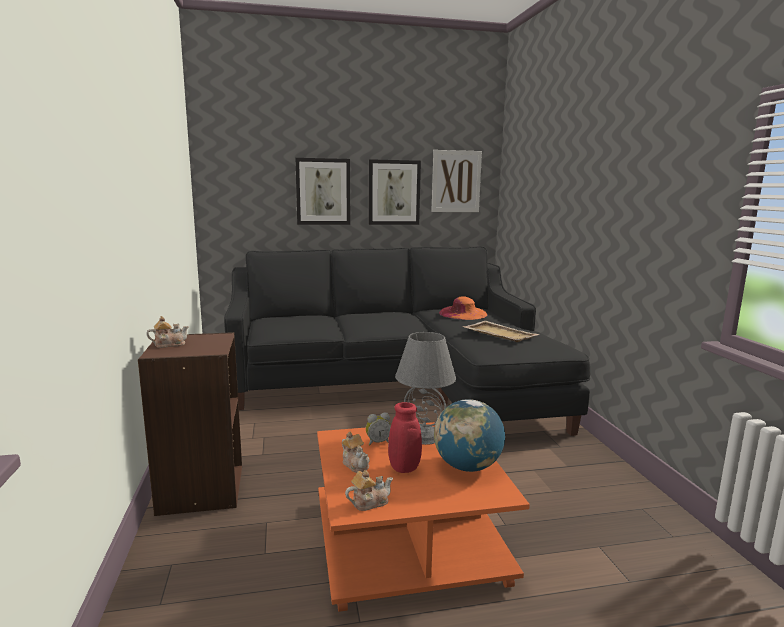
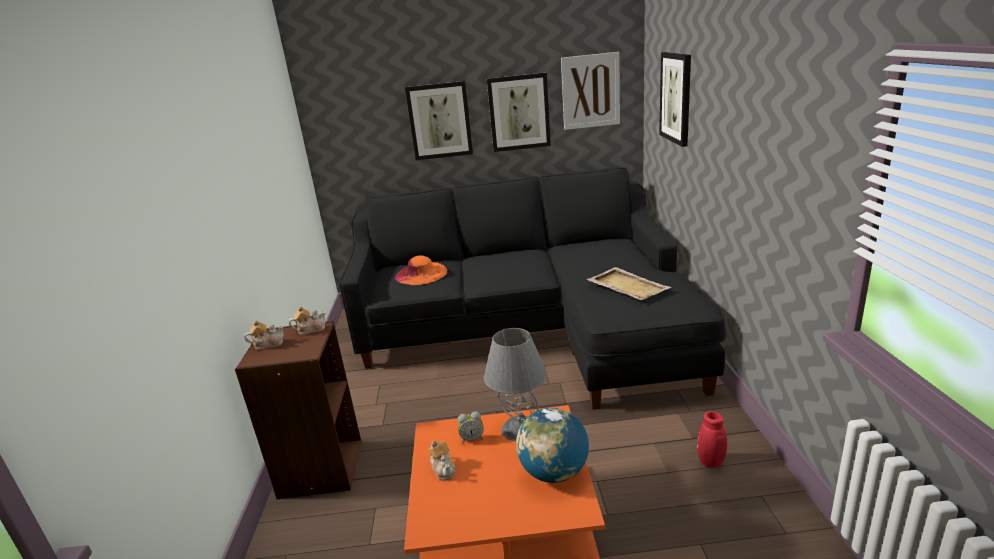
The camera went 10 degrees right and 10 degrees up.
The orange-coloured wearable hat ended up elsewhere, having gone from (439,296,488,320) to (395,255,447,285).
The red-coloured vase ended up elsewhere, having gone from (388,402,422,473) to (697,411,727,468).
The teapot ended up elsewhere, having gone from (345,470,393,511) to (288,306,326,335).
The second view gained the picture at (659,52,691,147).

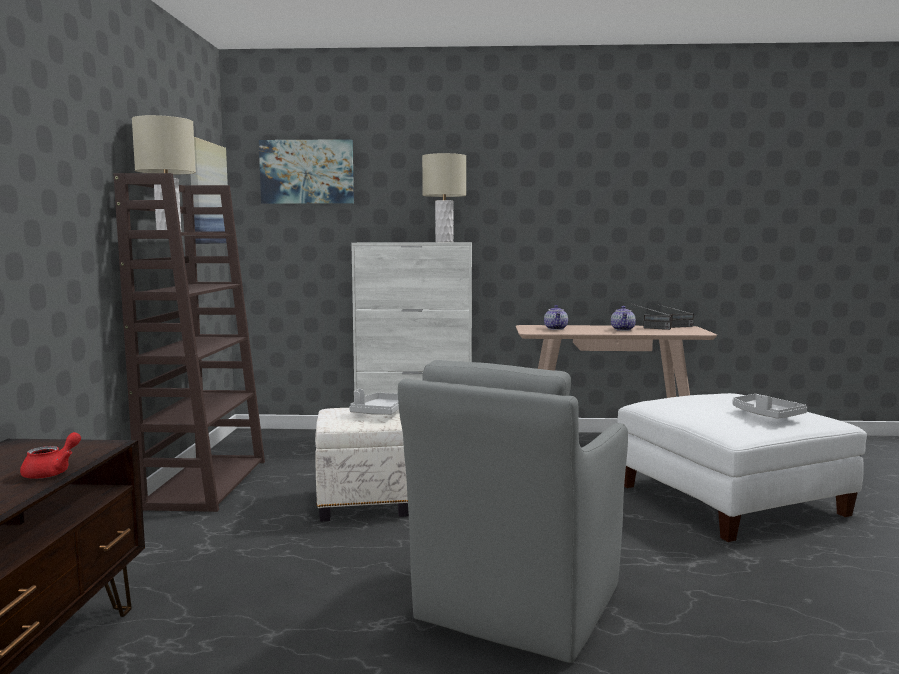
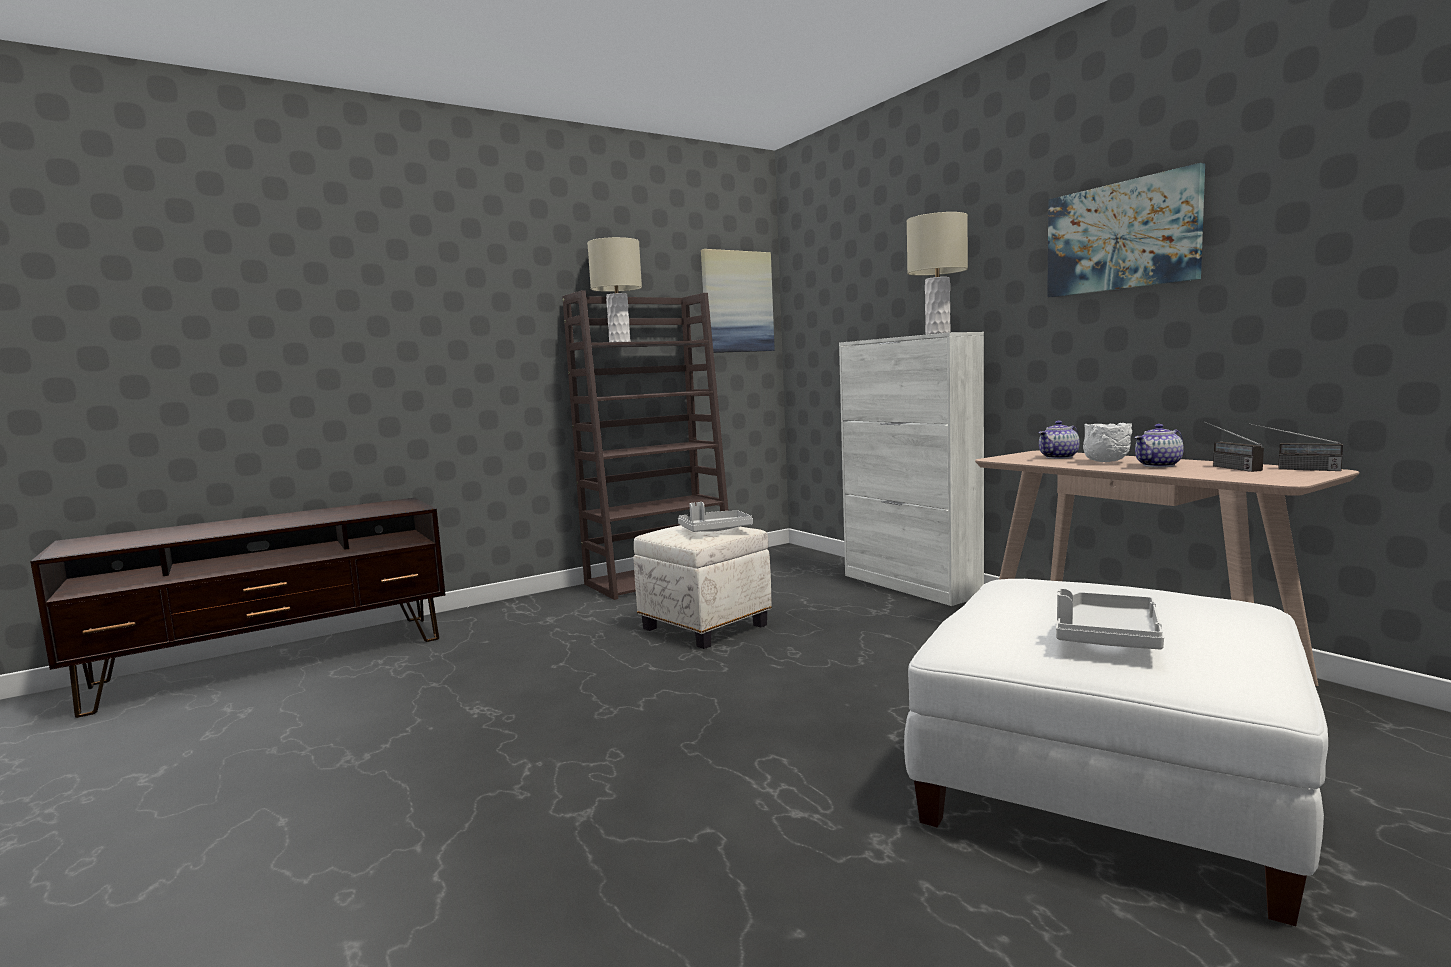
The camera went 55 degrees right and 0 degrees up.
The picture ended up elsewhere, having gone from (259,139,354,204) to (1047,163,1205,297).
The second view lost the gray easy chair at (398,360,628,663).
The second view lost the red-coloured teapot at (20,432,81,479).
The second view gained the whitish serving bowl at (1083,423,1132,462).

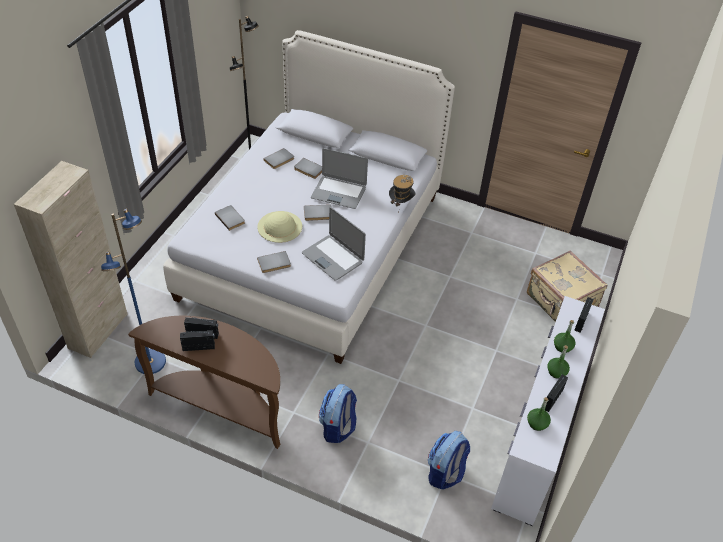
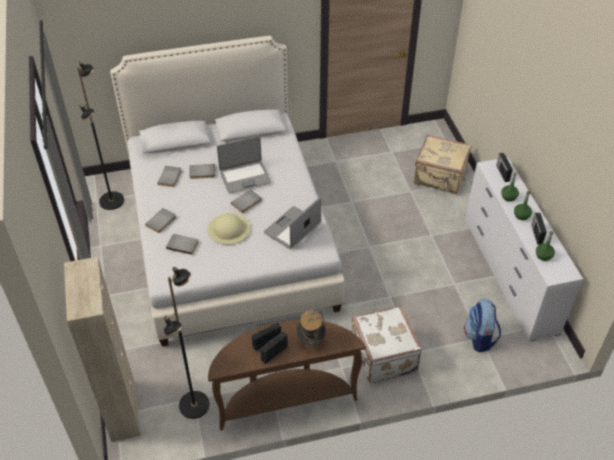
The camera went 35 degrees left and 0 degrees up.
The wearable hat ended up elsewhere, having gone from (389,175,416,213) to (297,310,326,348).
The portable computer at (302,207,366,280) ended up facing another way, 120 degrees clockwise from before.
What was the blue-coloured floor lamp at (101,209,166,374) turned into the black-coloured floor lamp at (164,267,210,419).
The gray volume ended up elsewhere, having gone from (257,251,291,273) to (145,208,176,233).
Where the rucksack stood at (319,384,357,443), the whitish travel case came to stand at (352,305,422,383).

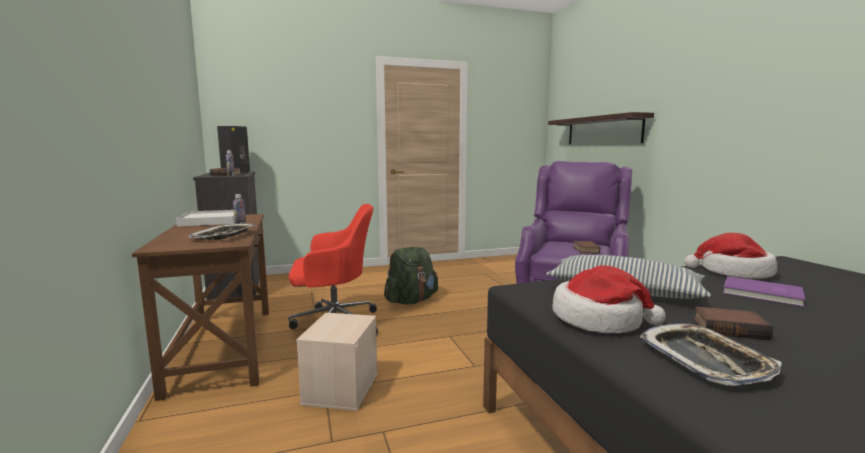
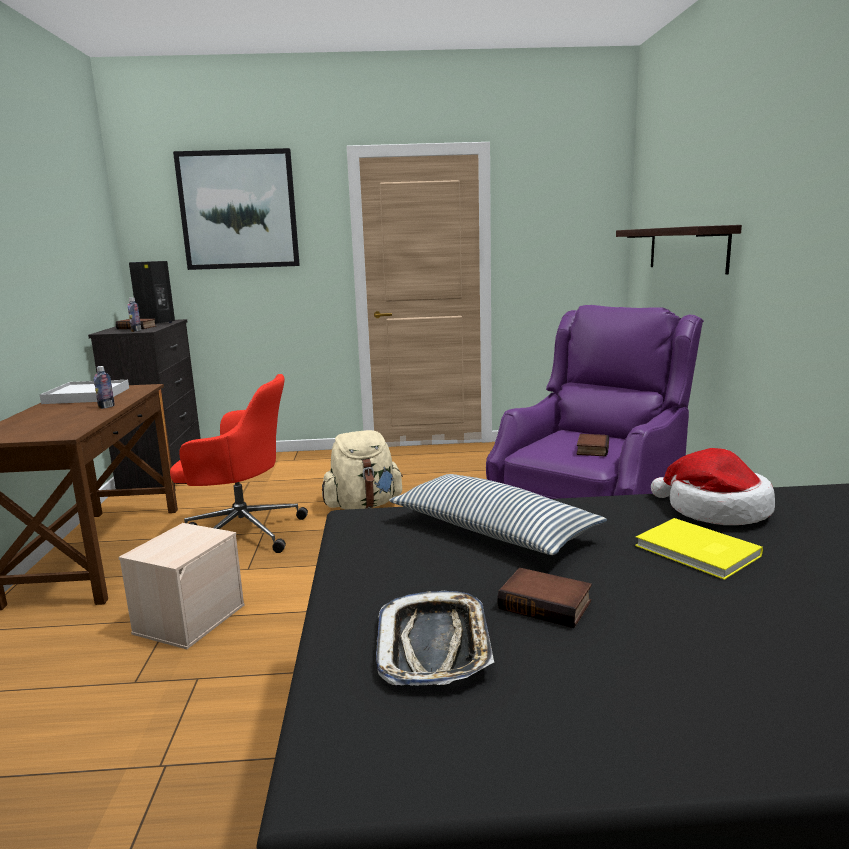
The camera went 15 degrees right and 5 degrees up.
The second view lost the tray at (188,223,256,240).
What was the green-coloured rucksack at (384,247,438,305) turned into the beige-coloured rucksack at (322,430,403,510).
The second view lost the wearable hat at (552,265,666,333).
What was the purple-coloured volume at (723,276,805,307) turned into the yellow volume at (635,518,763,580).
The second view gained the picture at (173,148,300,270).

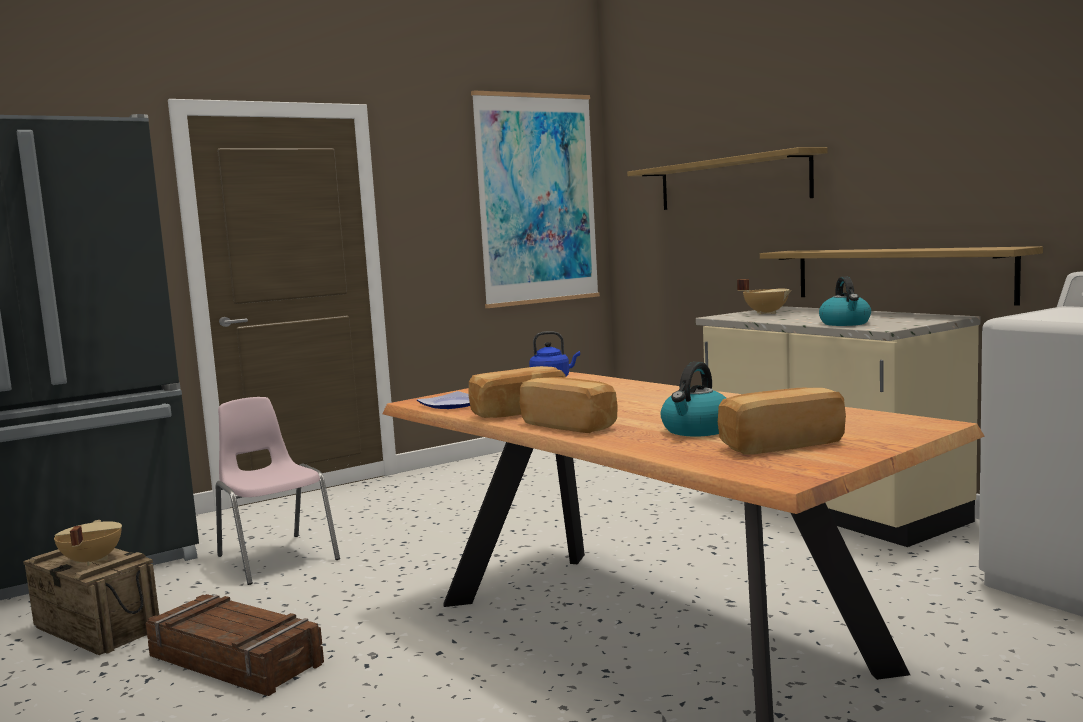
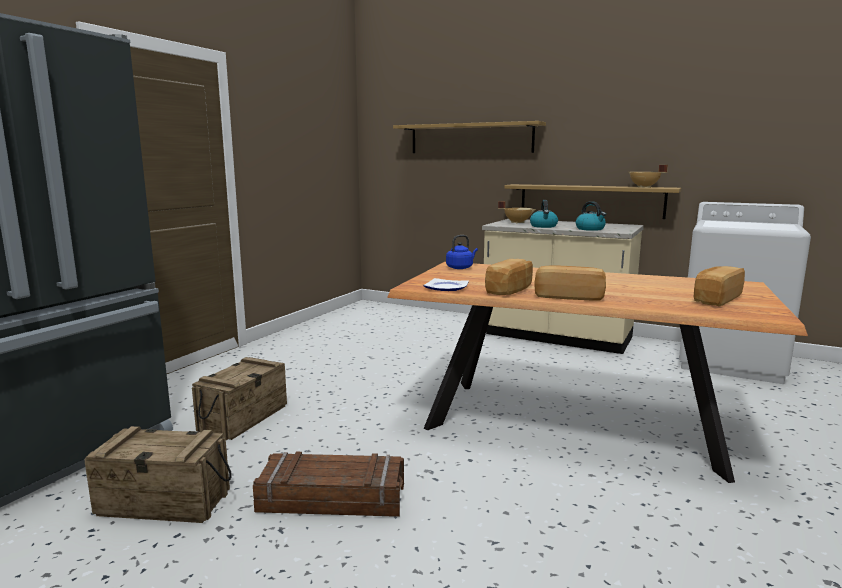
The camera went 30 degrees left and 5 degrees up.
The second view lost the picture at (471,90,600,308).
The water kettle ended up elsewhere, having gone from (661,362,726,437) to (530,200,558,228).
Where the pinkish chair stood at (216,397,340,585), the shipping crate came to stand at (192,357,287,440).
The beige-coloured saucepot ended up elsewhere, having gone from (54,520,122,566) to (628,165,668,188).

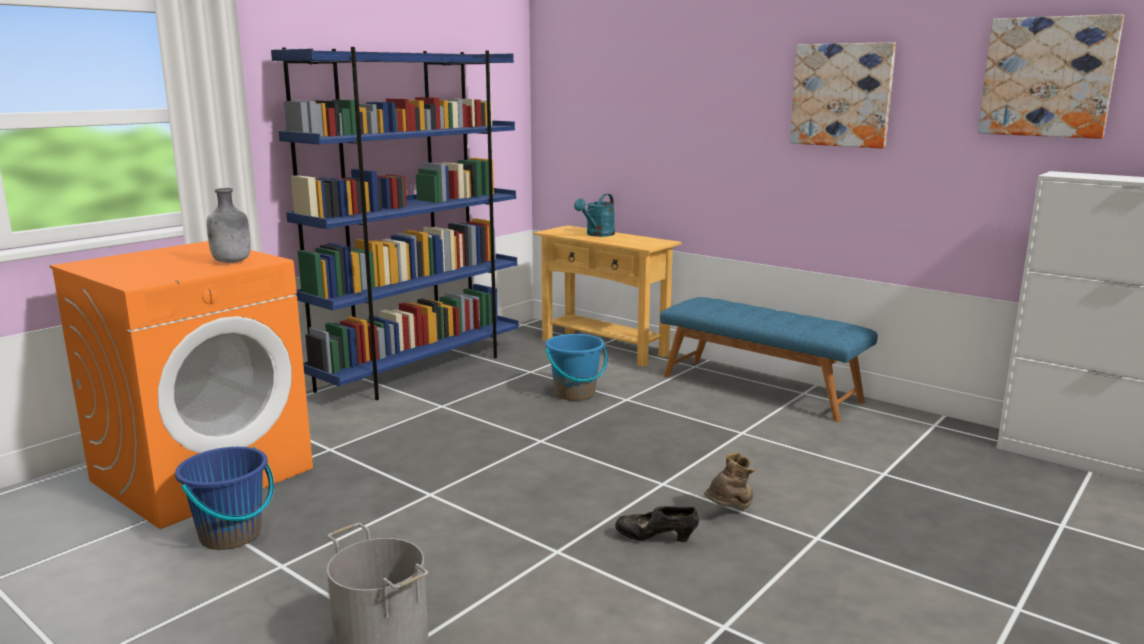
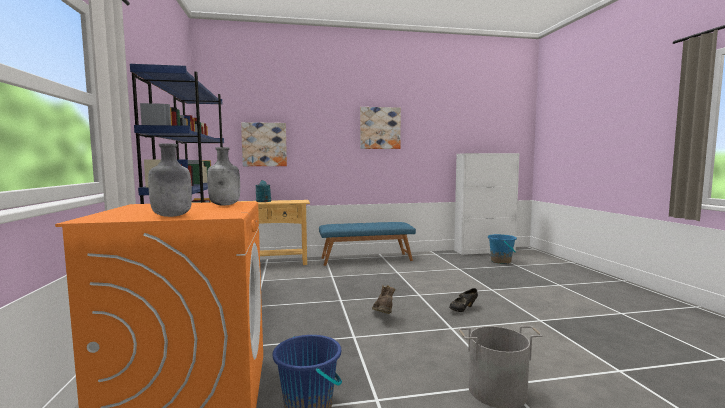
The camera went 50 degrees left and 10 degrees down.
The picture ended up elsewhere, having gone from (978,14,1124,139) to (241,122,287,166).
The blue-coloured pail ended up elsewhere, having gone from (545,334,608,401) to (488,234,517,264).
The brownish boot ended up elsewhere, having gone from (704,452,760,509) to (372,285,396,314).
The second view gained the gray drink bottle at (148,143,192,217).

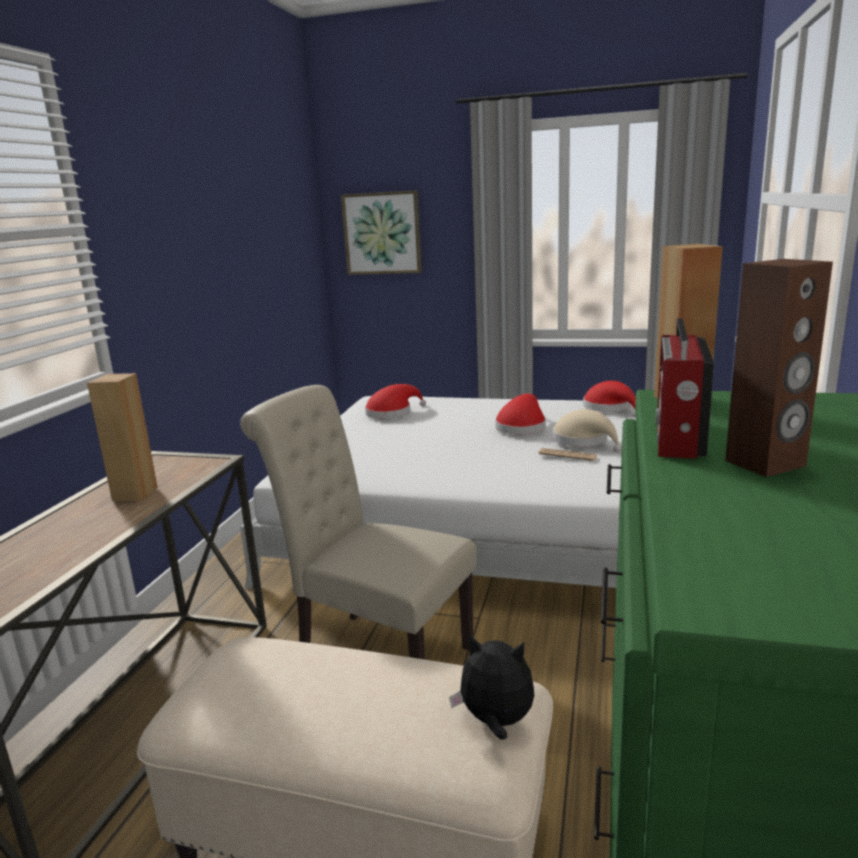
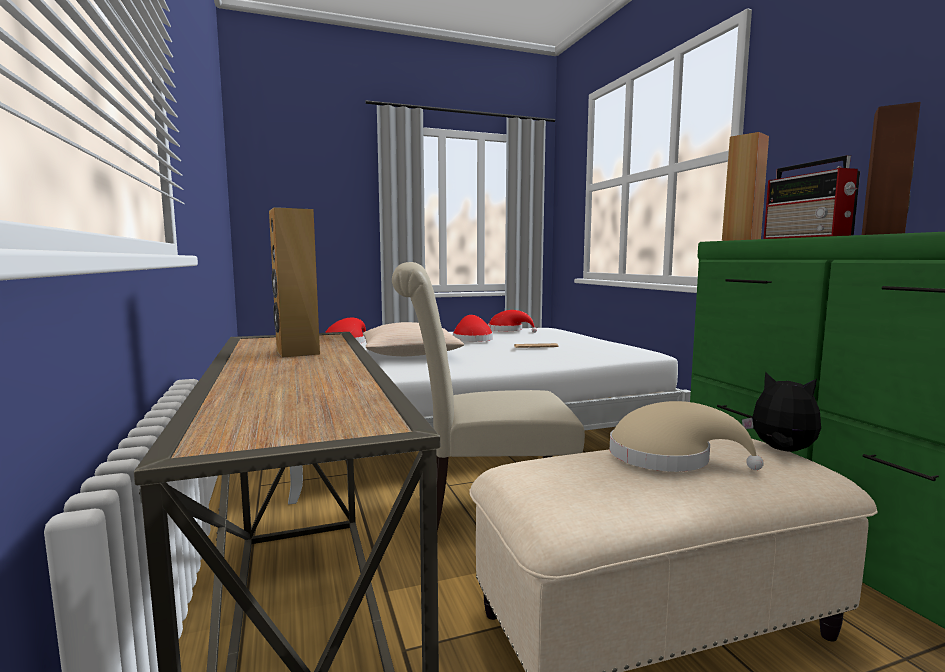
The camera went 35 degrees left and 10 degrees down.
The second view lost the picture at (341,190,422,275).
The beige-coloured wearable hat ended up elsewhere, having gone from (552,409,622,453) to (610,401,764,472).
The plush toy at (449,634,534,740) ended up facing another way, 60 degrees clockwise from before.
The second view gained the beige-coloured pillow at (363,322,464,356).

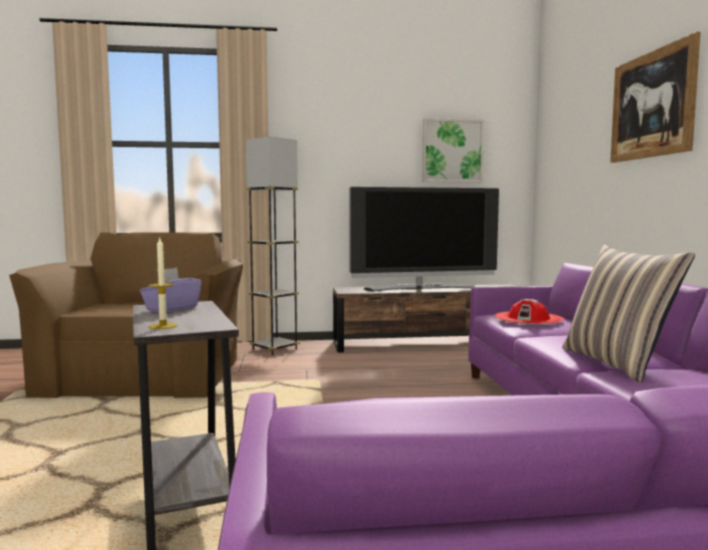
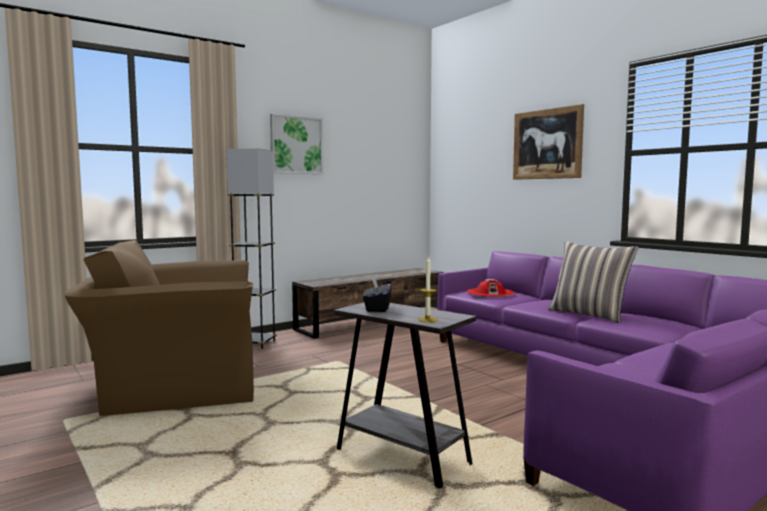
The camera went 30 degrees left and 0 degrees up.
The picture ended up elsewhere, having gone from (422,118,485,182) to (270,114,323,174).
The second view lost the television at (349,187,499,291).
The brownish easy chair at (9,232,243,398) ended up facing another way, 75 degrees counterclockwise from before.
What was the purple-coloured tissue holder at (140,267,202,312) turned into the black-coloured tissue holder at (363,277,391,312).

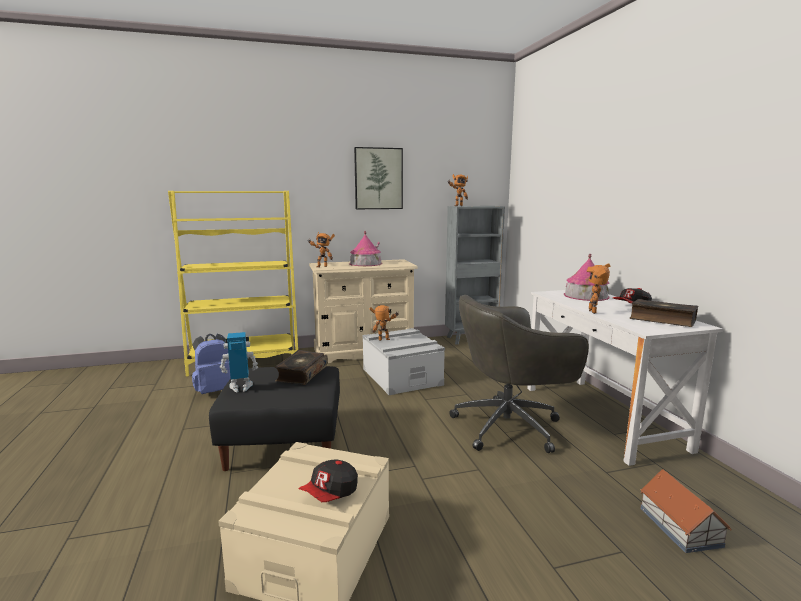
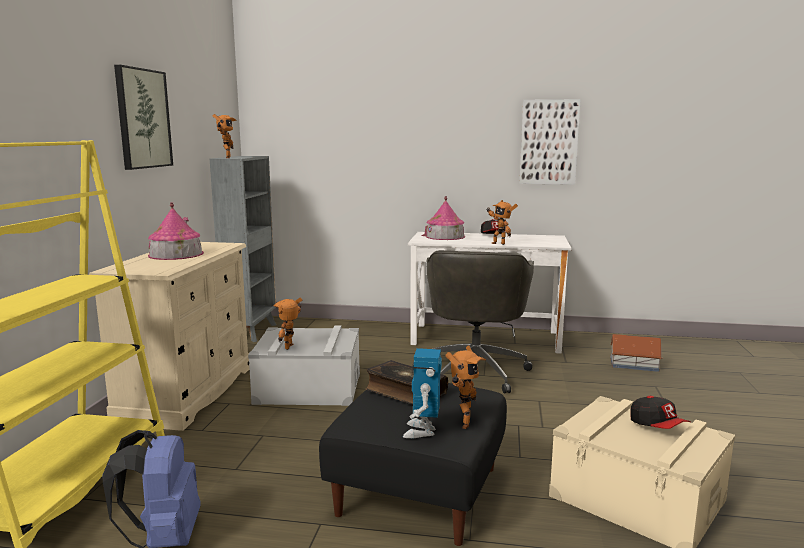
The camera went 65 degrees left and 0 degrees up.
The robot figure ended up elsewhere, having gone from (308,232,335,267) to (445,345,486,429).
The second view lost the volume at (630,299,699,327).
The second view gained the picture at (520,99,581,185).

